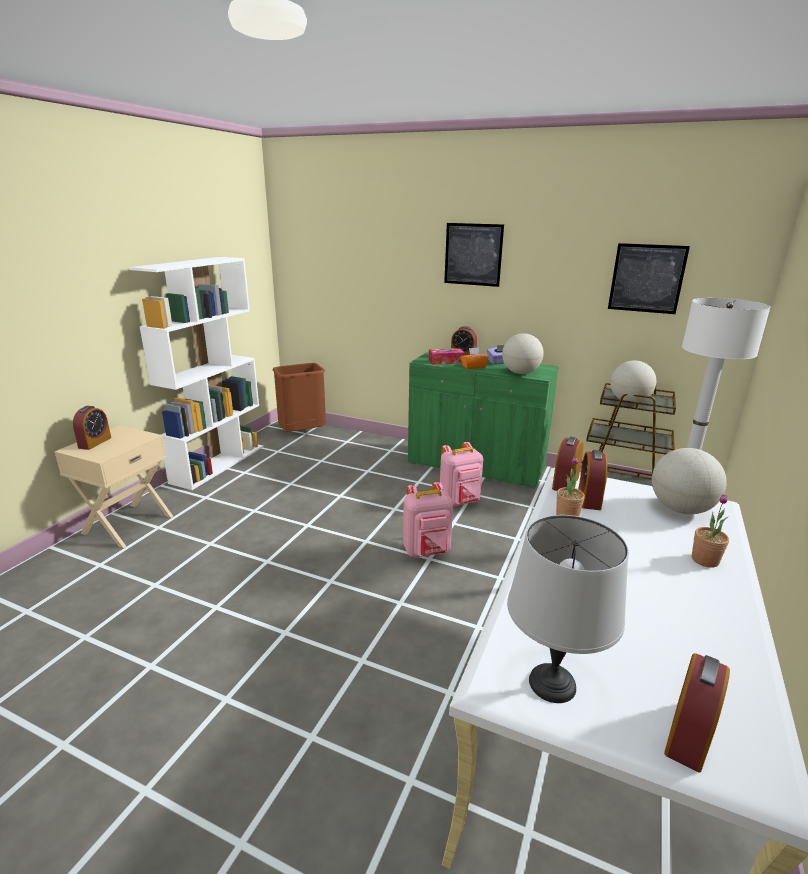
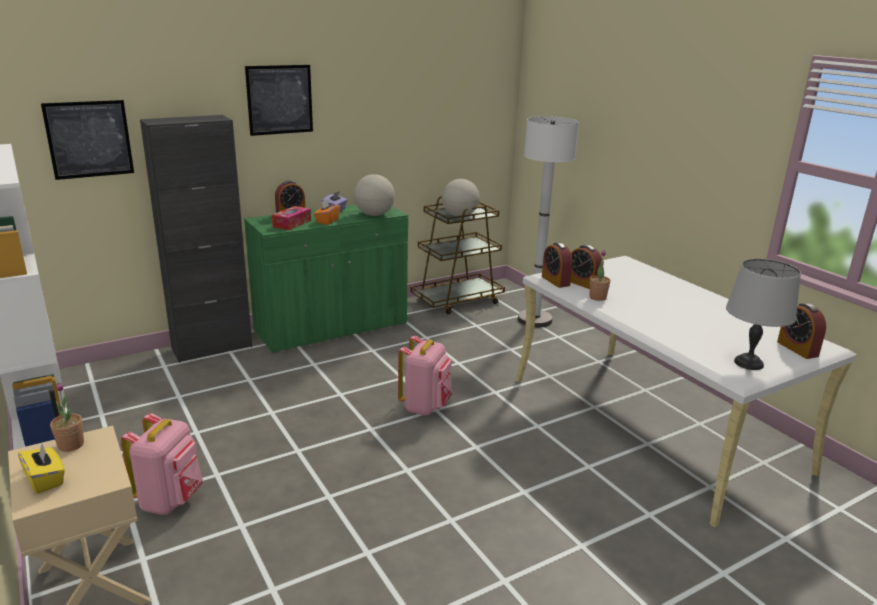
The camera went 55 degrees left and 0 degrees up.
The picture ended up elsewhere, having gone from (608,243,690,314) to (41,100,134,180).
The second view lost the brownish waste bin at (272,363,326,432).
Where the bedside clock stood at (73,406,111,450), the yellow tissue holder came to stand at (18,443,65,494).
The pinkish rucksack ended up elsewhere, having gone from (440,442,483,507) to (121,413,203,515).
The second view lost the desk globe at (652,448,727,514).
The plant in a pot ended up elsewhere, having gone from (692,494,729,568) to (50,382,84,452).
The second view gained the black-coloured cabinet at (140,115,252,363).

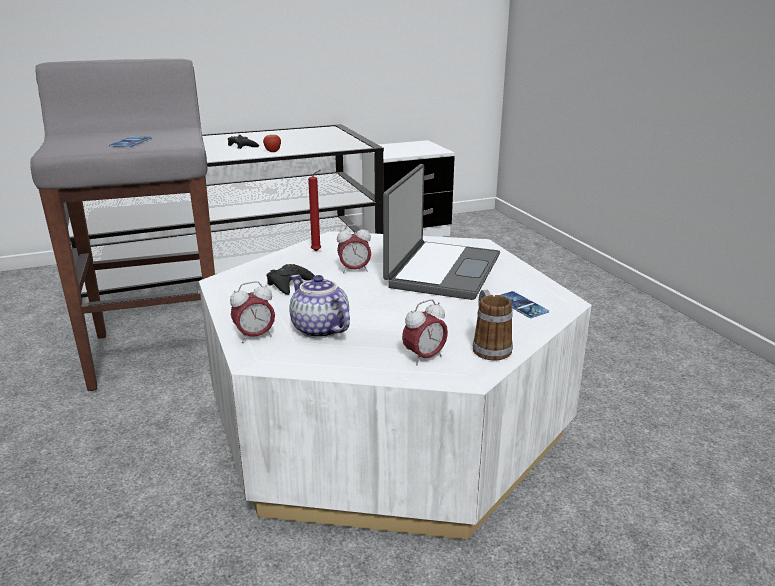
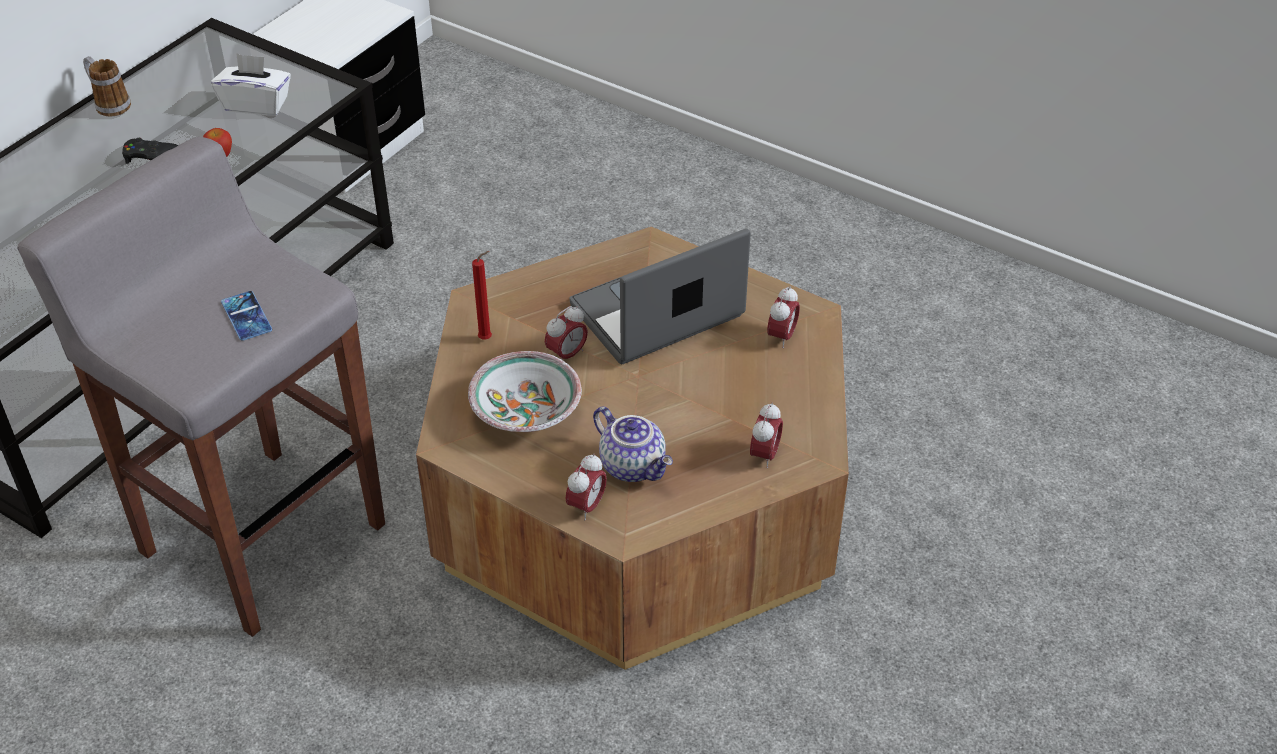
The camera went 35 degrees left and 20 degrees up.
The portable computer at (383,164,500,300) ended up facing another way, 105 degrees counterclockwise from before.
What was the whitish low table at (199,231,592,540) turned into the brownish low table at (416,227,849,670).
Where the black-coloured game controller stood at (266,264,315,295), the serving bowl came to stand at (468,351,582,432).
The teapot at (289,275,350,338) ended up facing another way, 150 degrees counterclockwise from before.
The tea mug ended up elsewhere, having gone from (473,290,513,361) to (83,56,131,116).
Where the telephone stood at (500,291,549,318), the bedside clock came to stand at (767,286,800,348).
The second view gained the whitish tissue holder at (211,53,291,116).

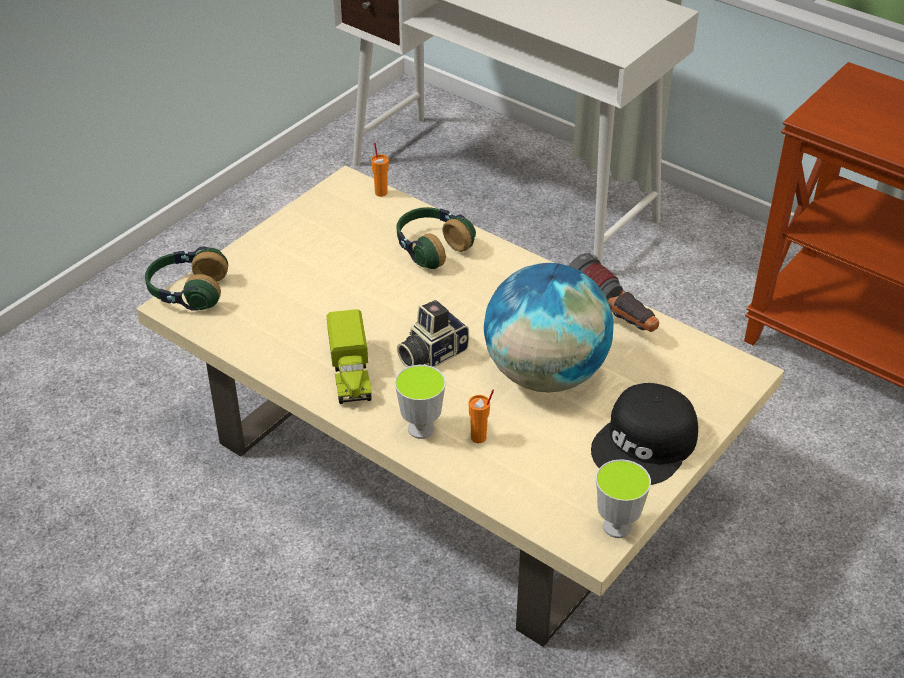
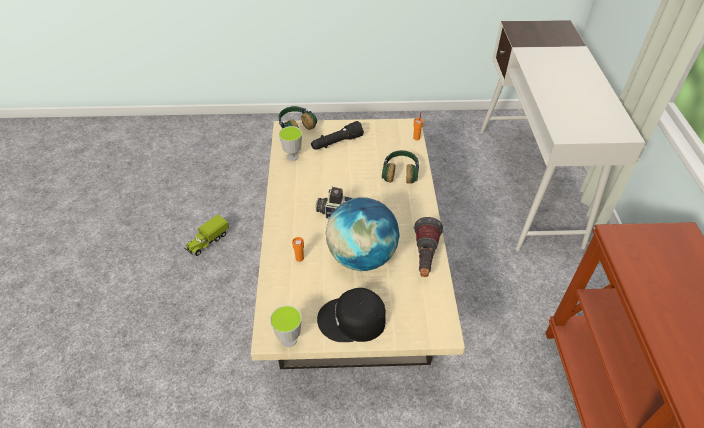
The camera went 50 degrees right and 5 degrees up.
The model truck ended up elsewhere, having gone from (326,309,372,404) to (185,214,229,256).
The cup ended up elsewhere, having gone from (395,365,446,439) to (279,126,302,161).
The second view gained the black-coloured hand torch at (311,121,364,150).

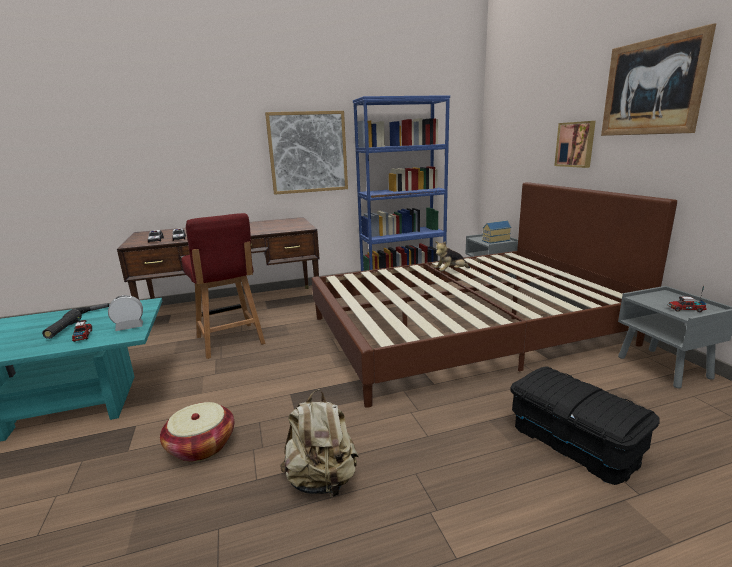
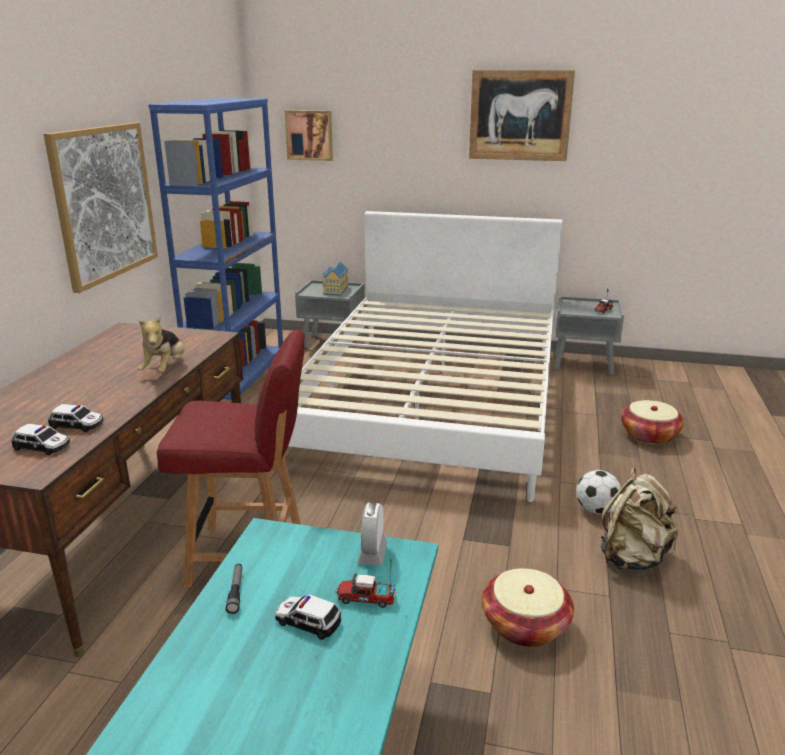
The camera went 60 degrees left and 5 degrees up.
The picture ended up elsewhere, having gone from (554,121,596,168) to (285,110,333,161).
What was the brownish sleeping bed at (312,182,677,408) turned into the whitish sleeping bed at (288,211,563,502).
The plush toy ended up elsewhere, having gone from (434,241,470,271) to (138,316,185,373).
Where the black-coloured hand torch stood at (42,309,82,339), the toy car came to stand at (275,594,341,640).
Where the black-coloured storage container stood at (510,366,660,485), the basket came to stand at (621,400,684,445).
The second view gained the football at (576,470,621,514).

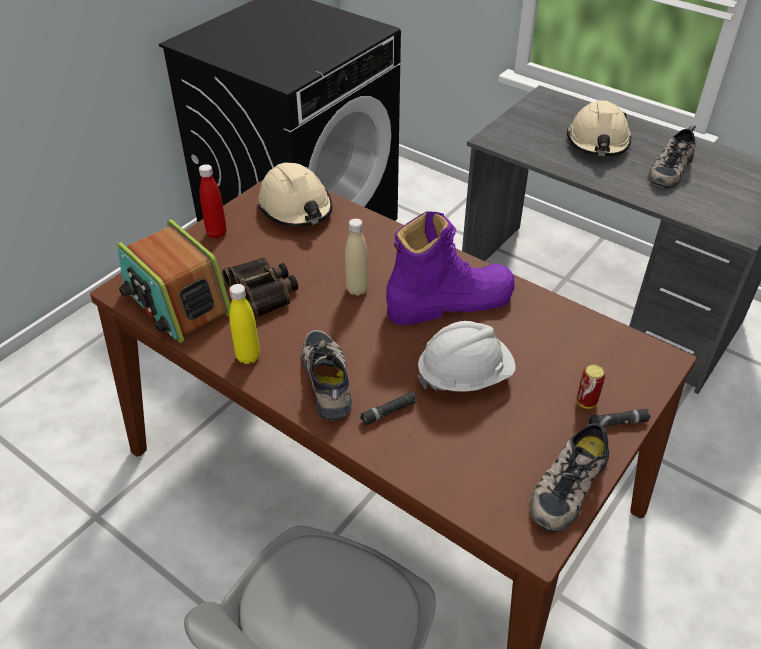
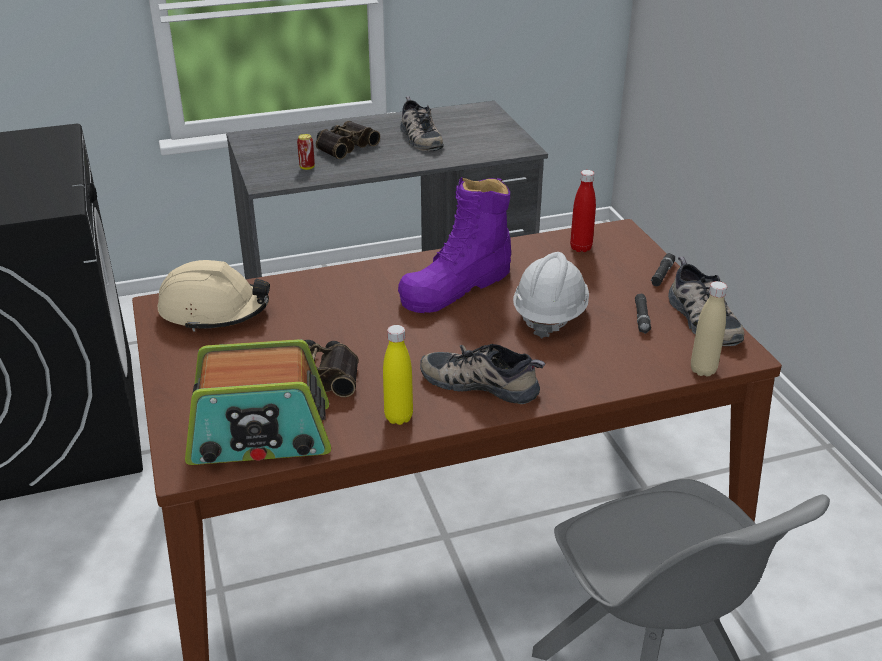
The camera went 55 degrees left and 10 degrees down.
Where the beige-coloured work helmet stood at (567,100,631,156), the pair of binoculars came to stand at (316,121,380,159).
The red-coloured drink bottle ended up elsewhere, having gone from (199,164,227,239) to (570,170,596,252).
The purple-coloured boot at (386,211,515,325) ended up facing another way, 150 degrees counterclockwise from before.
The beige-coloured drink bottle ended up elsewhere, having gone from (345,218,369,296) to (691,281,727,377).
The metal can ended up elsewhere, having gone from (576,365,605,409) to (297,134,315,170).
The black-coloured hand torch ended up elsewhere, having gone from (360,392,417,425) to (635,294,651,334).

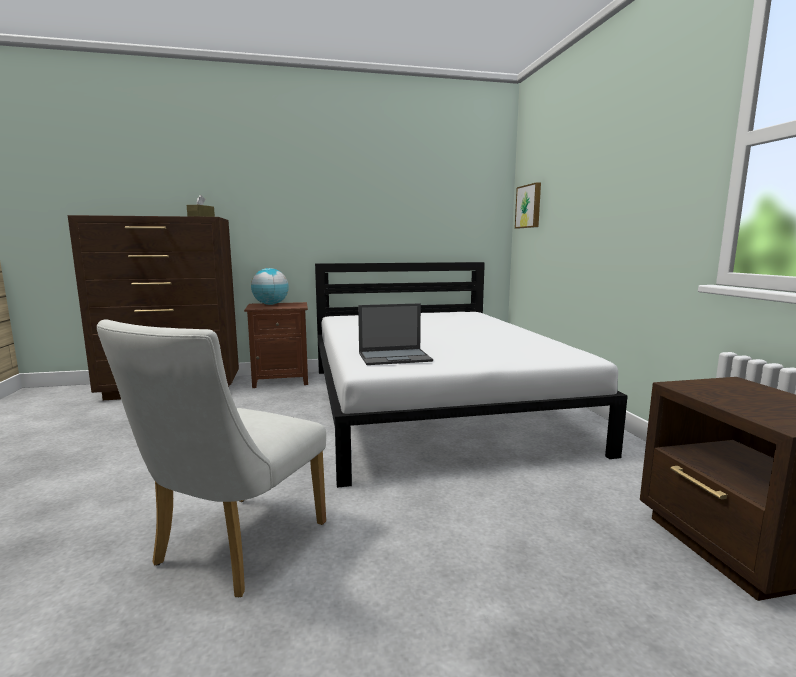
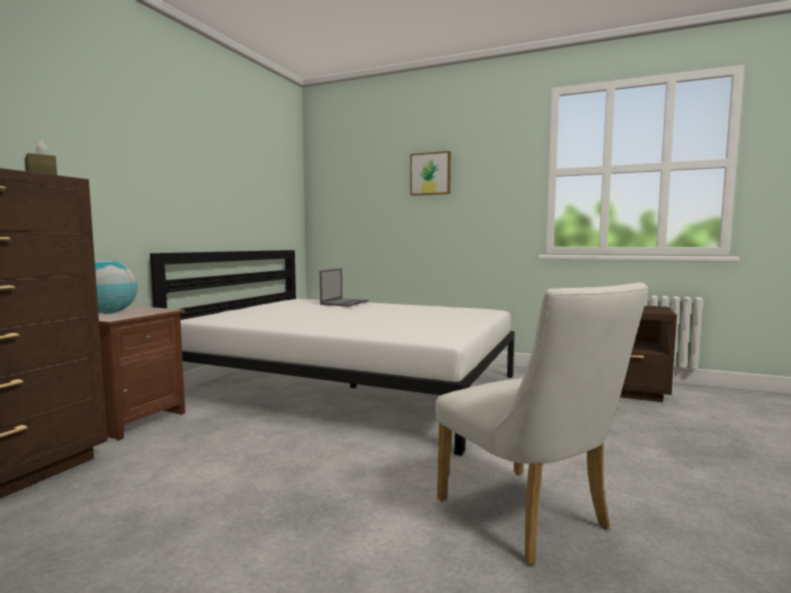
The camera went 55 degrees left and 5 degrees down.
The picture ended up elsewhere, having gone from (515,182,541,228) to (410,151,451,196).
The portable computer ended up elsewhere, having gone from (358,303,433,365) to (320,268,369,307).

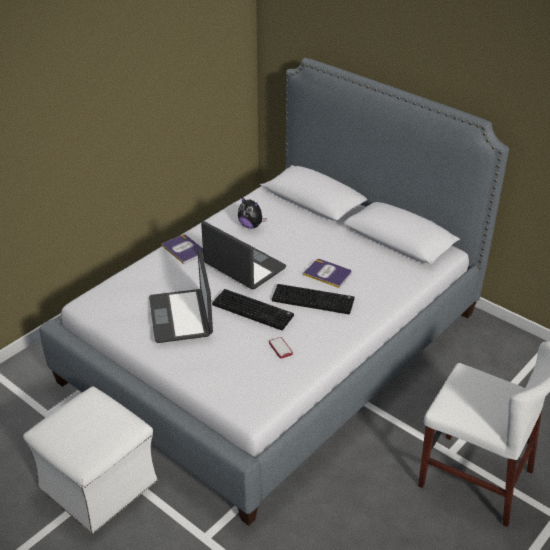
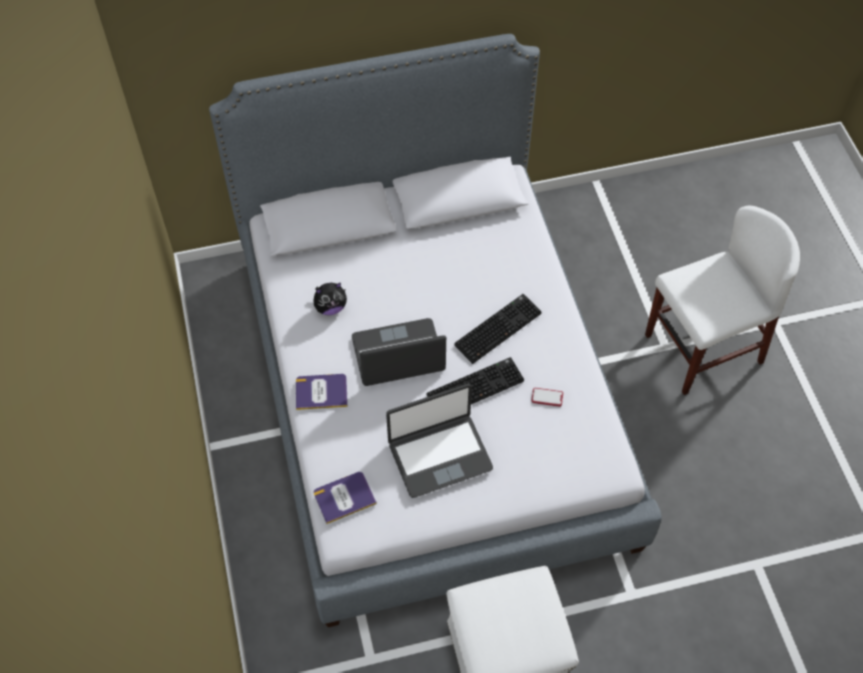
The camera went 55 degrees left and 20 degrees up.
The portable computer at (149,249,213,343) ended up facing another way, 45 degrees counterclockwise from before.
The volume ended up elsewhere, having gone from (303,259,352,288) to (314,472,377,524).

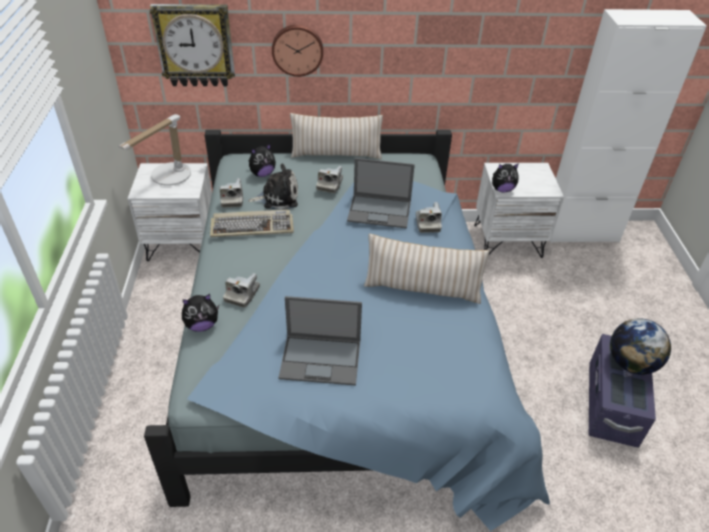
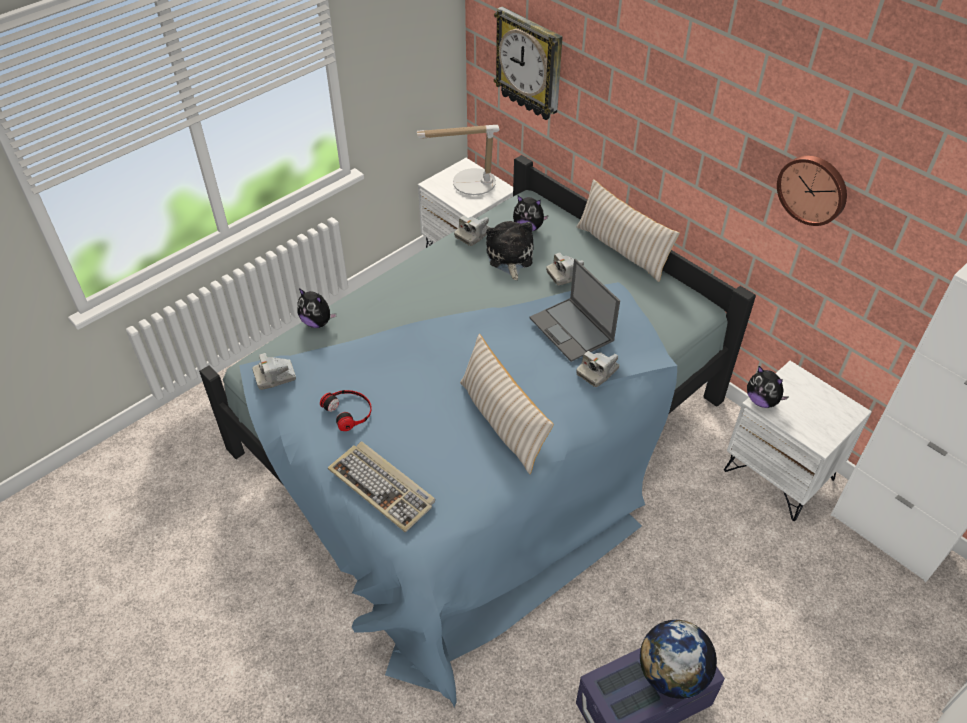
The camera went 50 degrees right and 5 degrees up.
The wall clock ended up elsewhere, having gone from (272,25,323,77) to (777,156,847,226).
The plush toy at (248,163,298,210) ended up facing another way, 135 degrees counterclockwise from before.
The keyboard ended up elsewhere, having gone from (210,210,294,237) to (328,441,435,532).
The photo camera ended up elsewhere, having gone from (223,273,260,307) to (252,353,296,390).
Where the portable computer stood at (278,296,362,386), the headphones came to stand at (320,390,372,431).

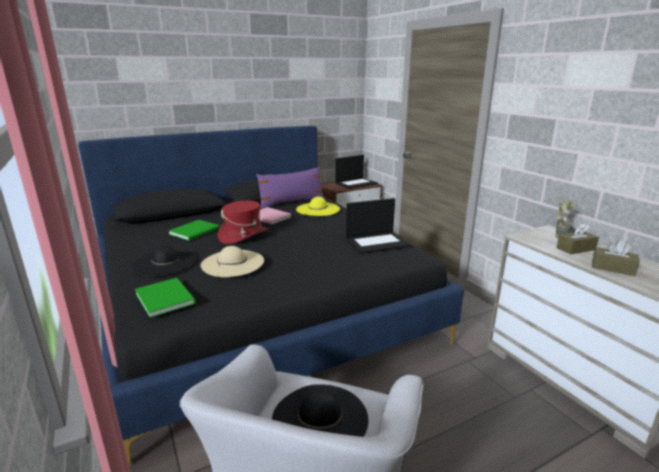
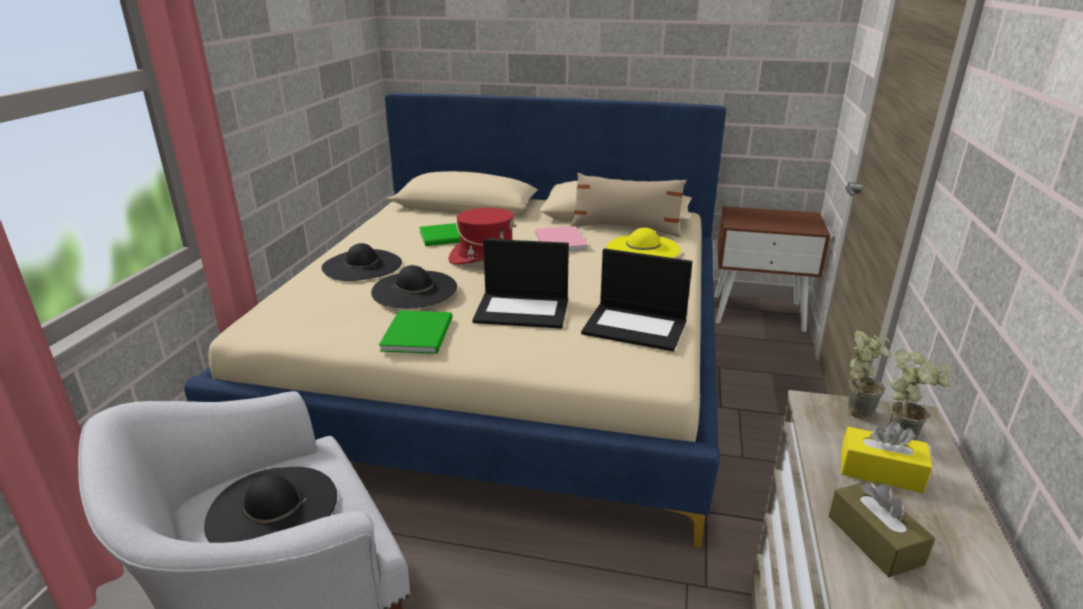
The camera went 40 degrees right and 5 degrees up.
What was the black-coloured sleeping bed at (78,126,464,466) turned into the beige-coloured sleeping bed at (184,93,726,548).
The portable computer ended up elsewhere, having gone from (335,155,378,189) to (472,239,569,329).
What was the purple-coloured pillow at (256,167,324,208) turned into the beige-coloured pillow at (571,173,687,237).
What was the brownish tissue holder at (557,223,599,254) turned into the yellow tissue holder at (841,422,933,493).
What was the beige-coloured wearable hat at (201,246,264,277) turned into the black-coloured wearable hat at (371,265,457,308).
The green-coloured volume ended up elsewhere, having gone from (135,278,196,318) to (379,310,453,354).
The second view gained the plant in a pot at (848,330,892,419).

